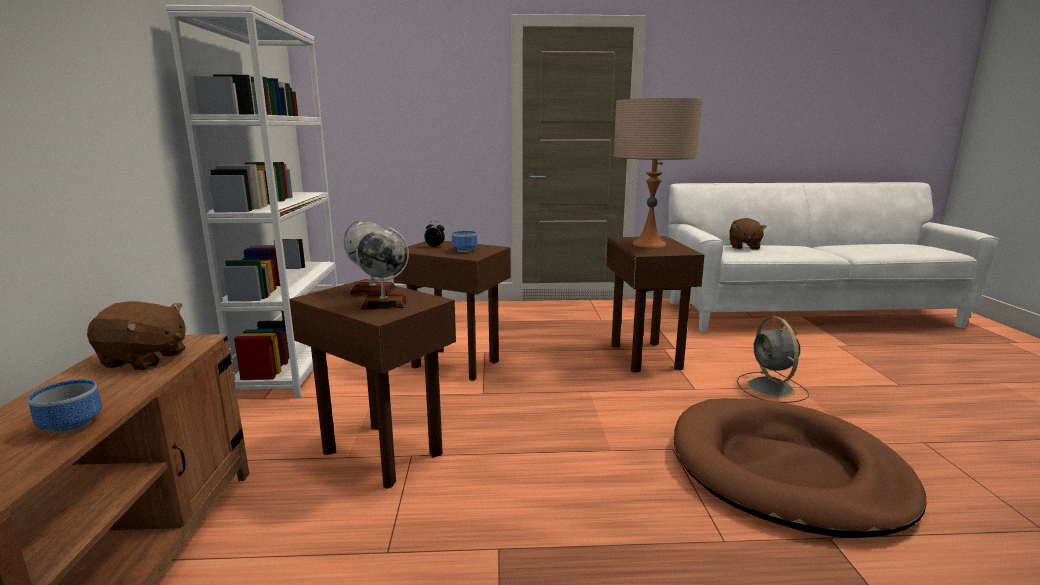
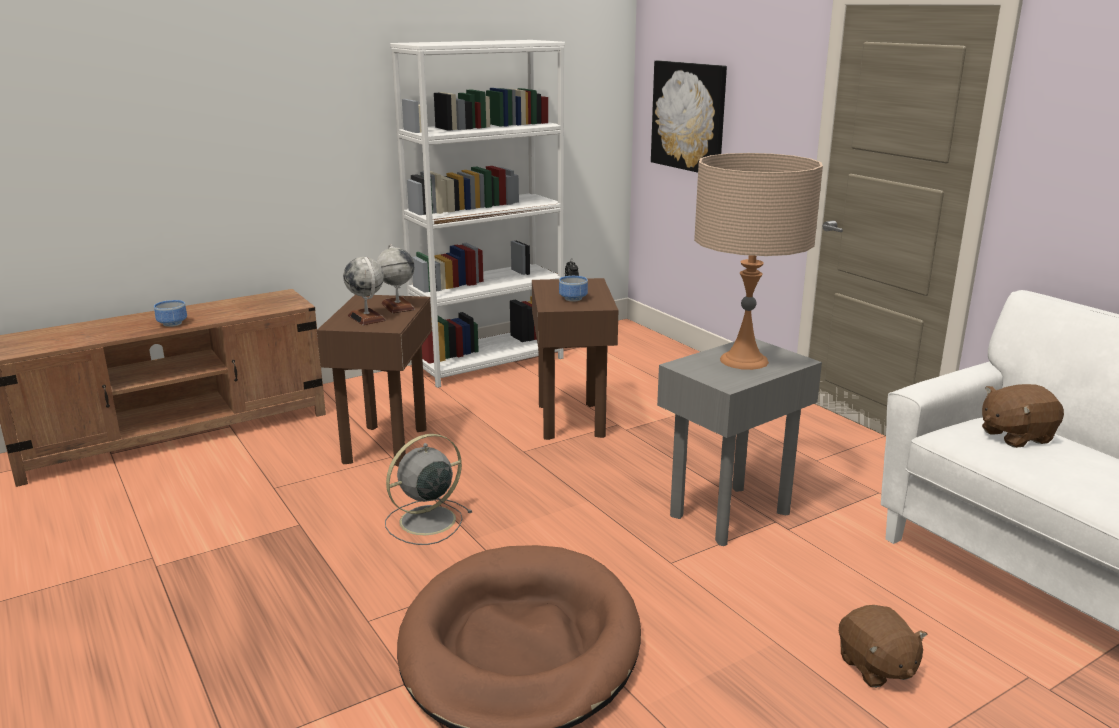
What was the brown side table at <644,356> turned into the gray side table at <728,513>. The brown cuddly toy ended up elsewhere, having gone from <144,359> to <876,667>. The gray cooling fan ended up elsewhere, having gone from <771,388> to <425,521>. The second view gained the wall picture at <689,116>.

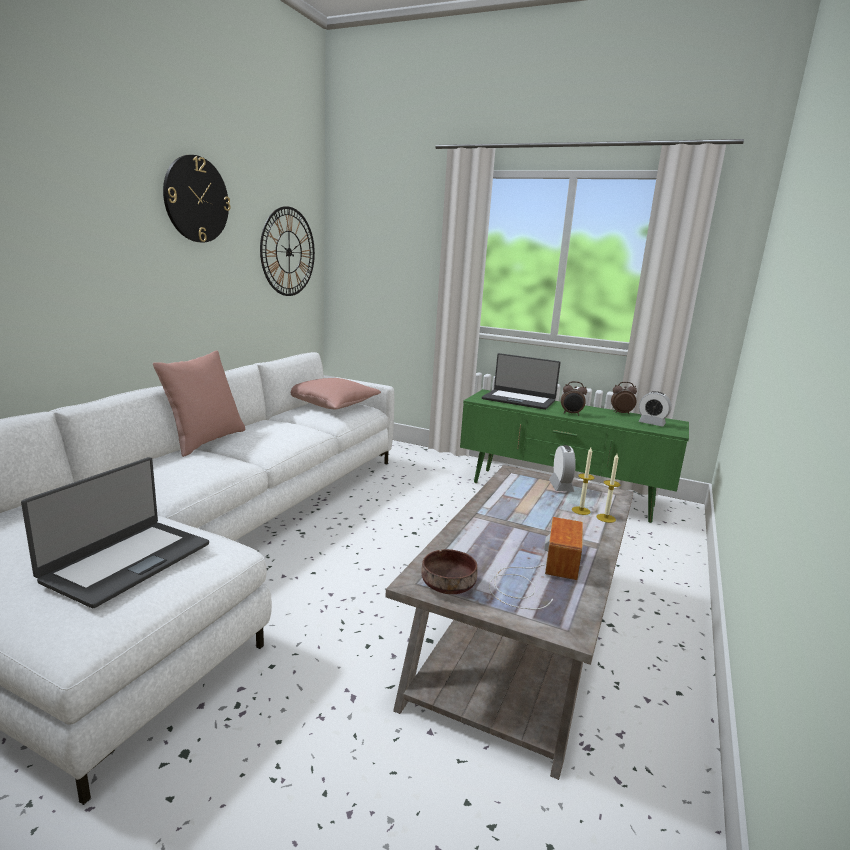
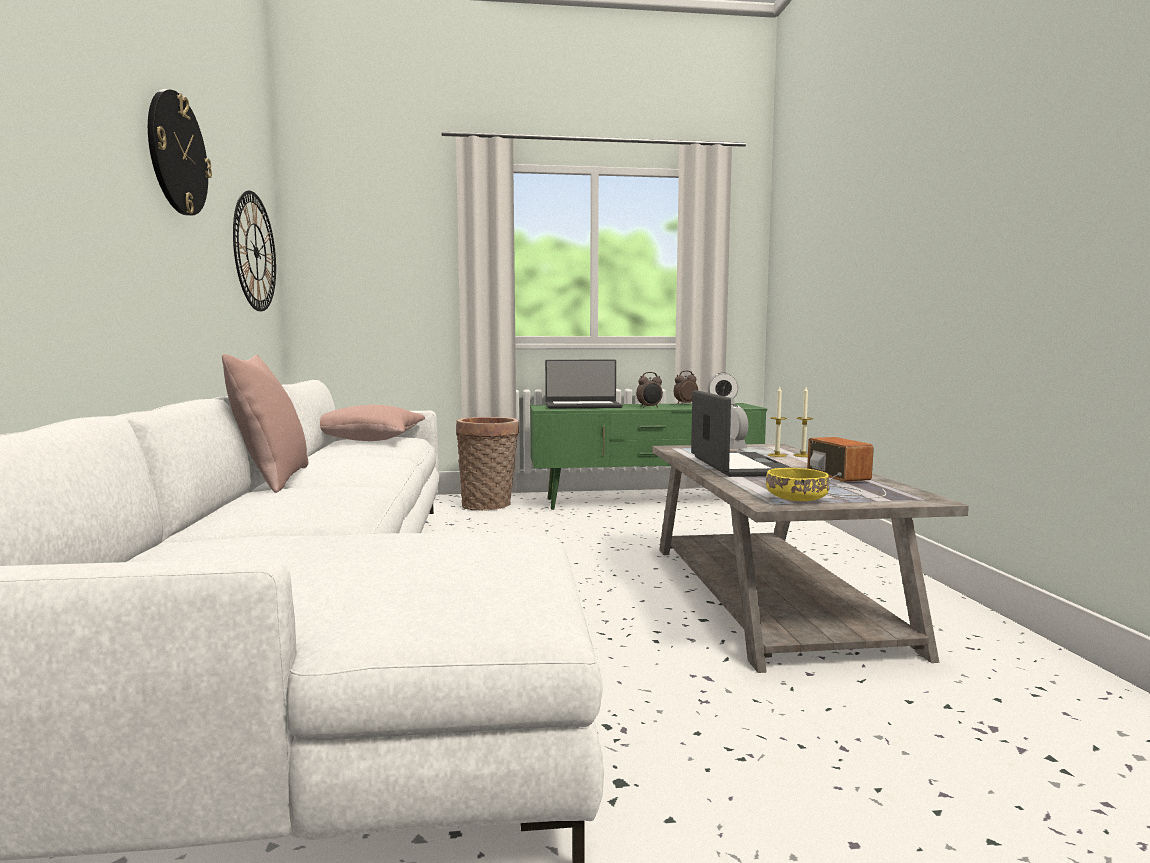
The portable computer ended up elsewhere, having gone from <126,561> to <739,465>. What was the brown bowl at <448,586> turned into the yellow bowl at <797,500>. The second view gained the basket at <489,505>.

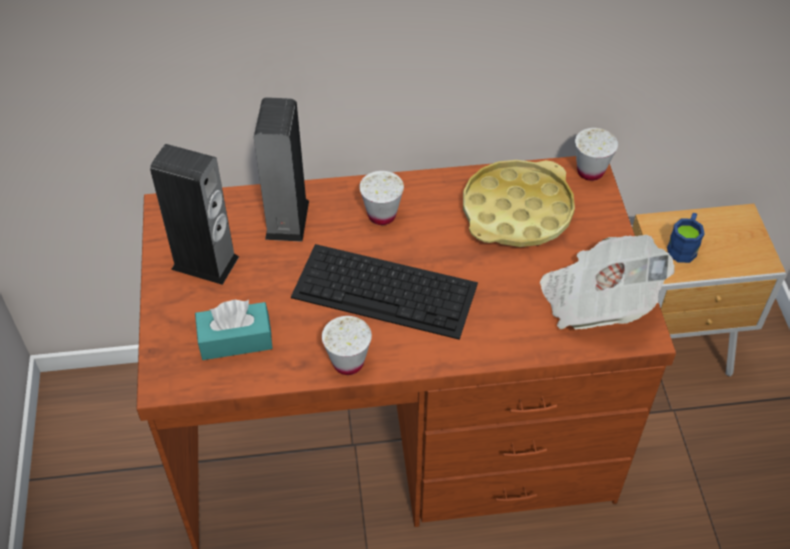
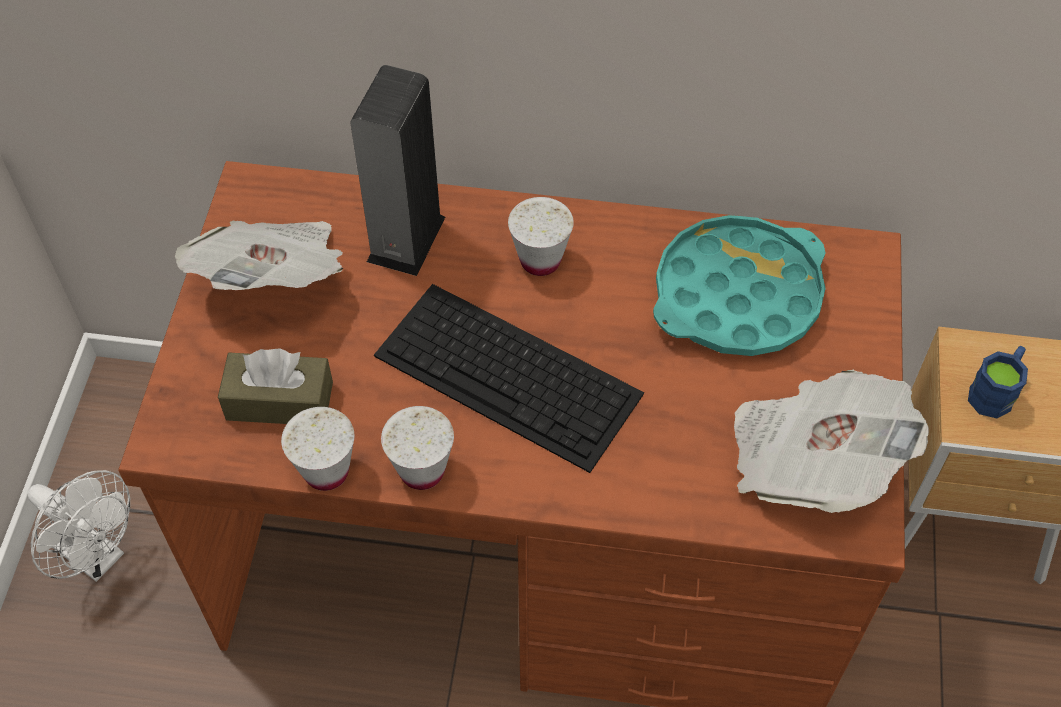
The white small cup ended up elsewhere, having gone from <590,171> to <326,471>. Where the audio speaker stood at <205,263>, the printed paper came to stand at <274,278>. What was the yellow tray at <516,211> turned into the blue-green tray at <737,295>. What was the blue-green tissue box at <235,340> turned into the brown tissue box at <279,401>. The second view gained the white cooling fan at <97,556>.

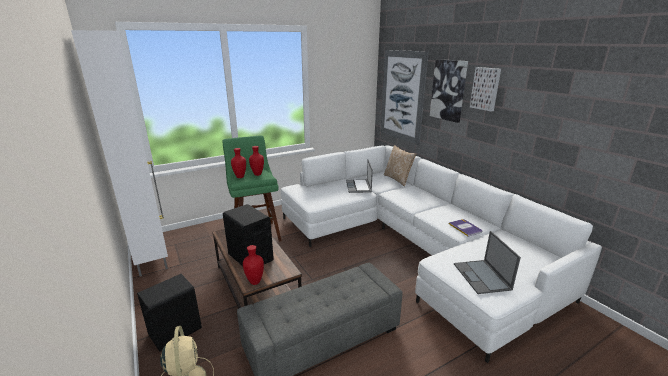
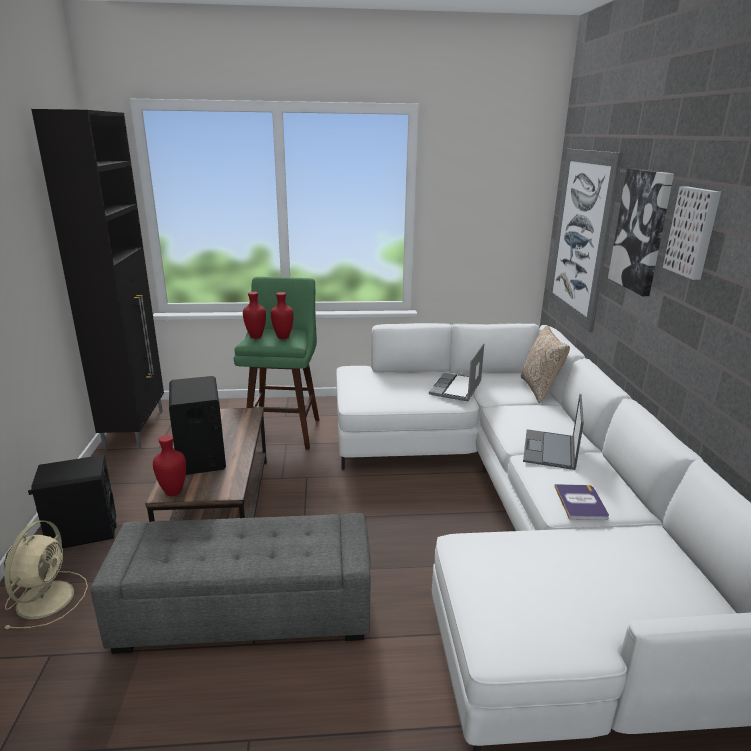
What was the white cabinet at <152,256> turned into the black cabinet at <136,428>. The portable computer ended up elsewhere, having gone from <482,277> to <550,450>.

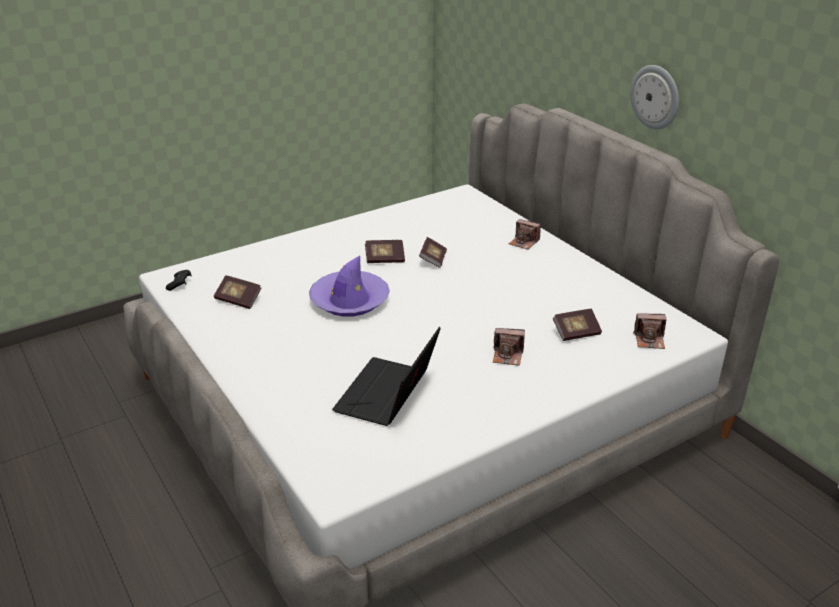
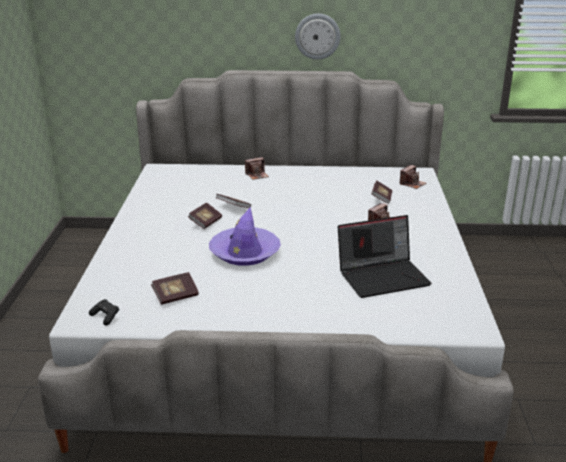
The portable computer at <388,395> ended up facing another way, 75 degrees counterclockwise from before.

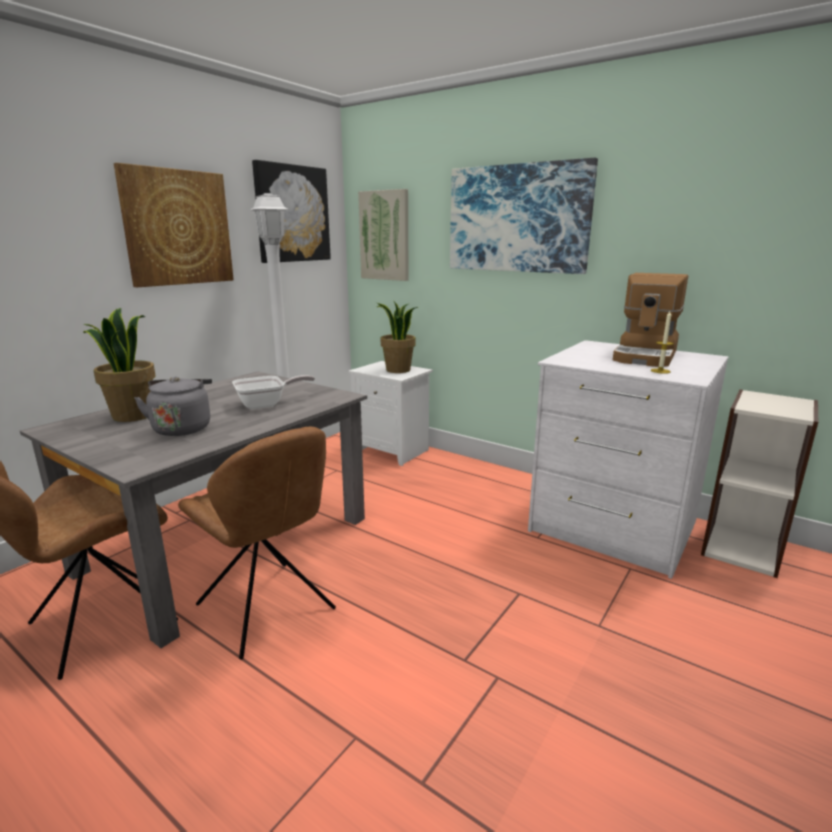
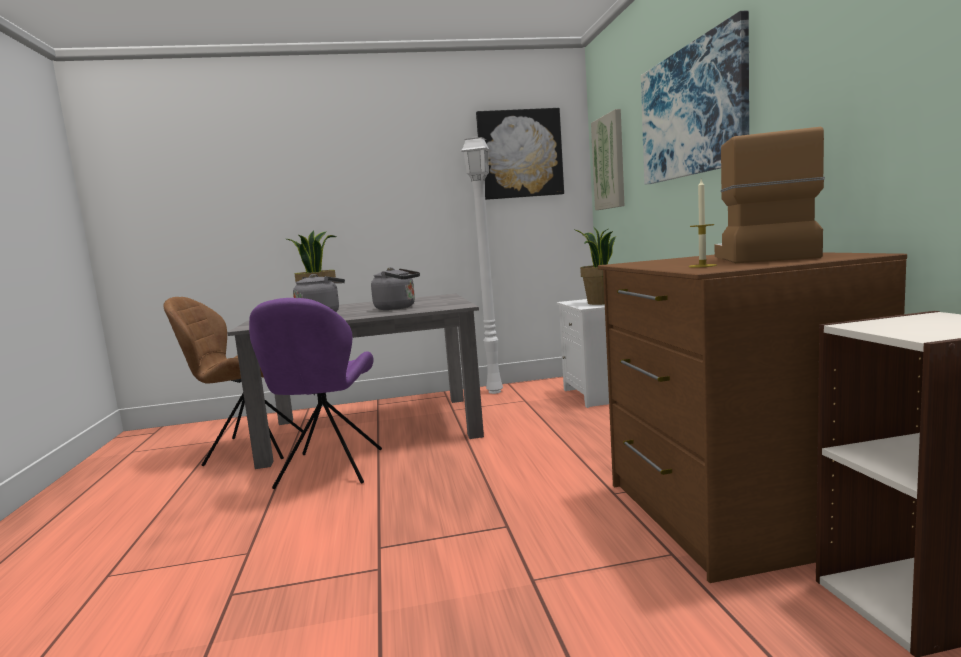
The second view lost the wall picture at <178,228>. The coffee brewer at <646,356> ended up facing another way, 120 degrees clockwise from before. What was the white drawer chest at <612,527> turned into the brown drawer chest at <730,513>. Where the pan stood at <266,404>, the gray kettle came to stand at <398,308>. What was the brown plain chair at <268,609> turned into the purple-coloured plain chair at <329,470>.

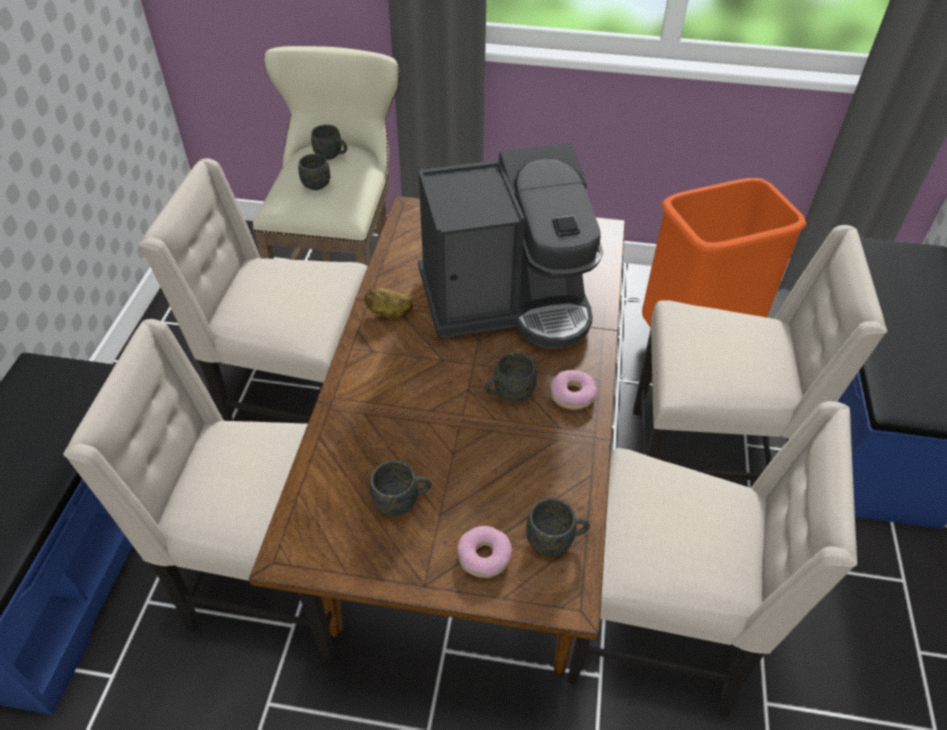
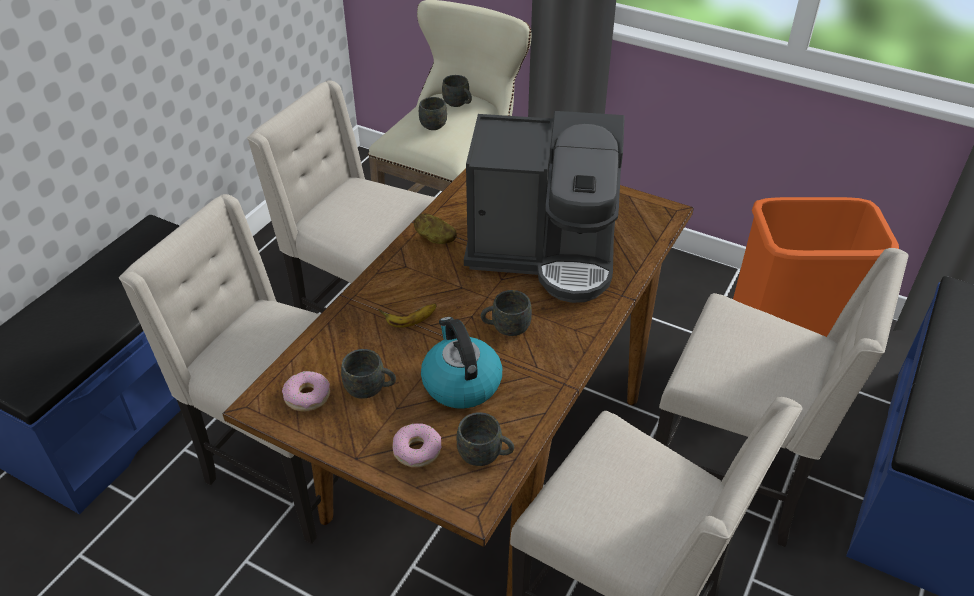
The ring doughnut ended up elsewhere, having gone from <572,394> to <307,396>. The second view gained the banana at <410,322>. The second view gained the kettle at <460,383>.

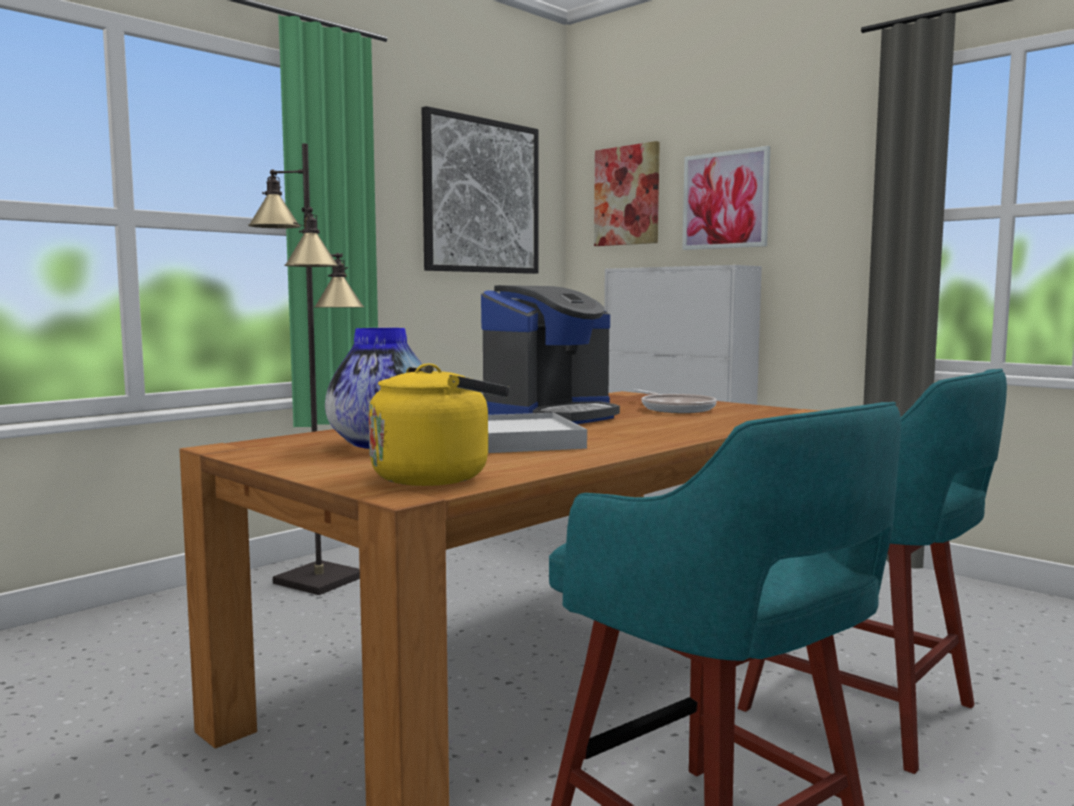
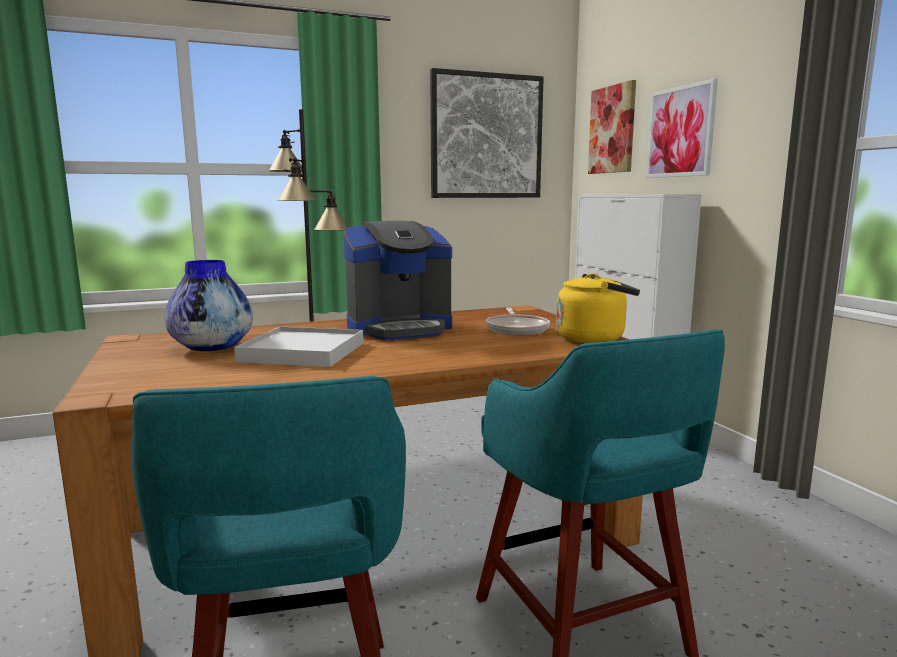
The yellow kettle ended up elsewhere, having gone from <437,477> to <594,338>.

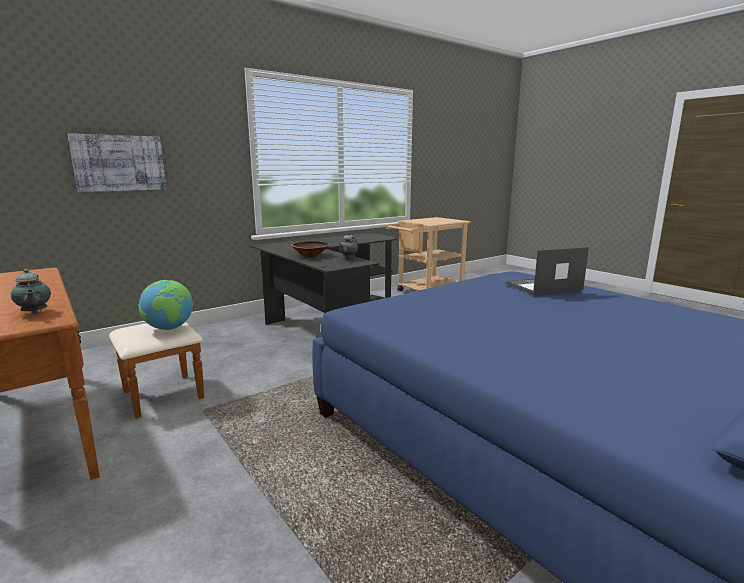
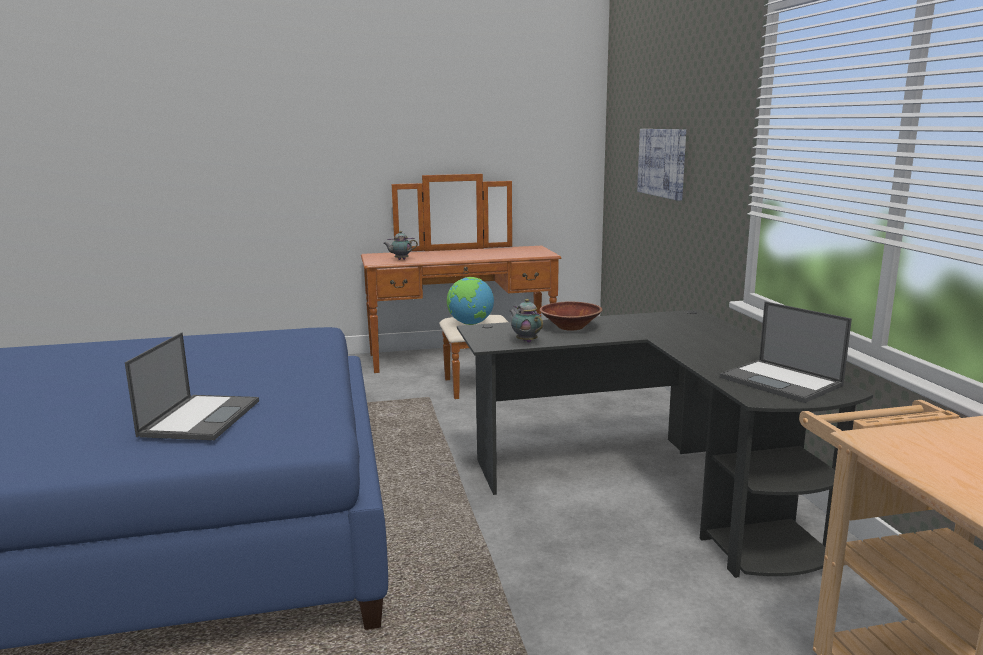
The second view gained the portable computer at <782,382>.

